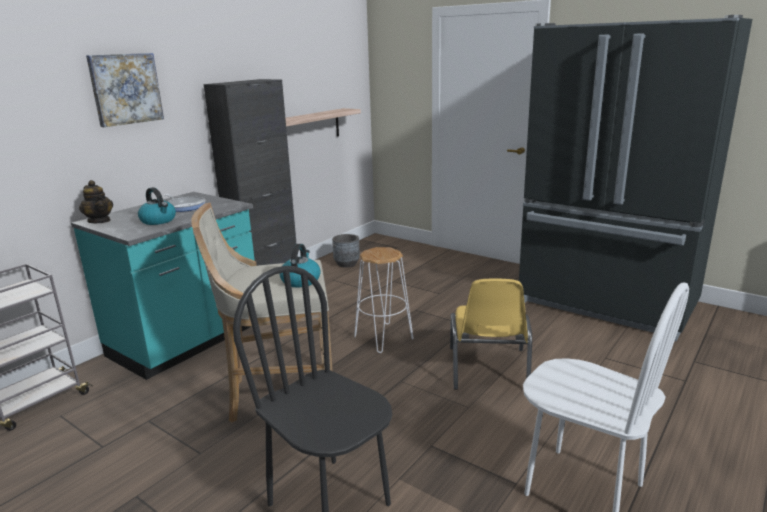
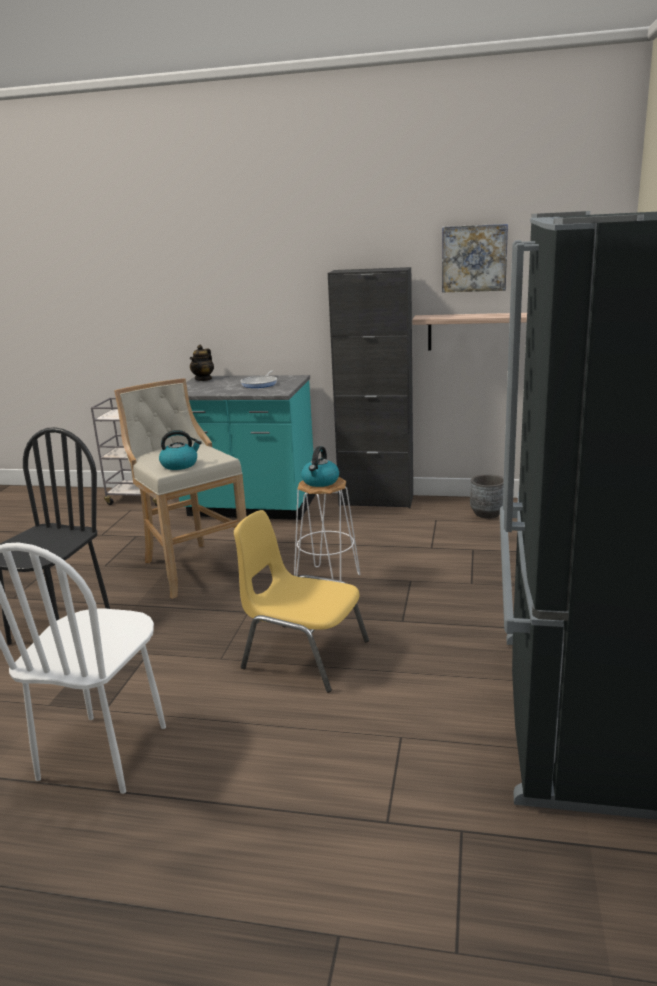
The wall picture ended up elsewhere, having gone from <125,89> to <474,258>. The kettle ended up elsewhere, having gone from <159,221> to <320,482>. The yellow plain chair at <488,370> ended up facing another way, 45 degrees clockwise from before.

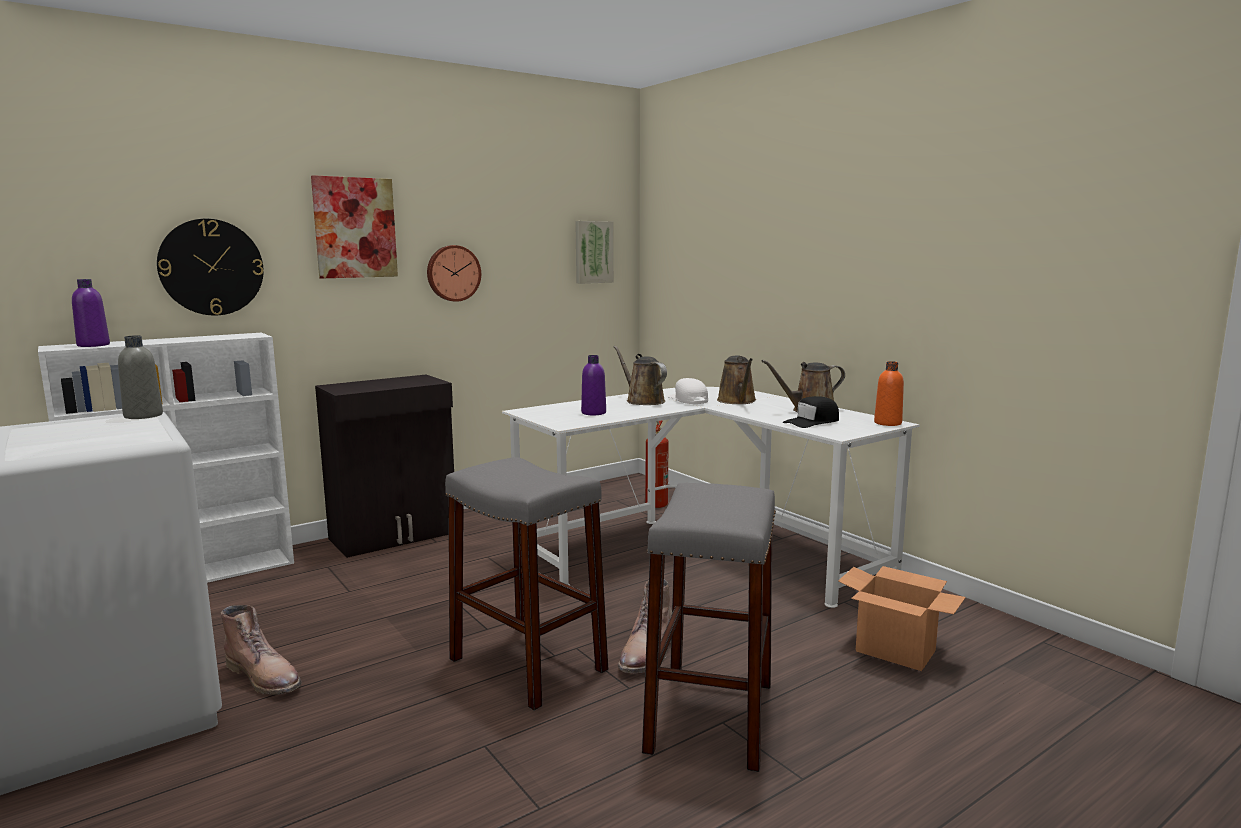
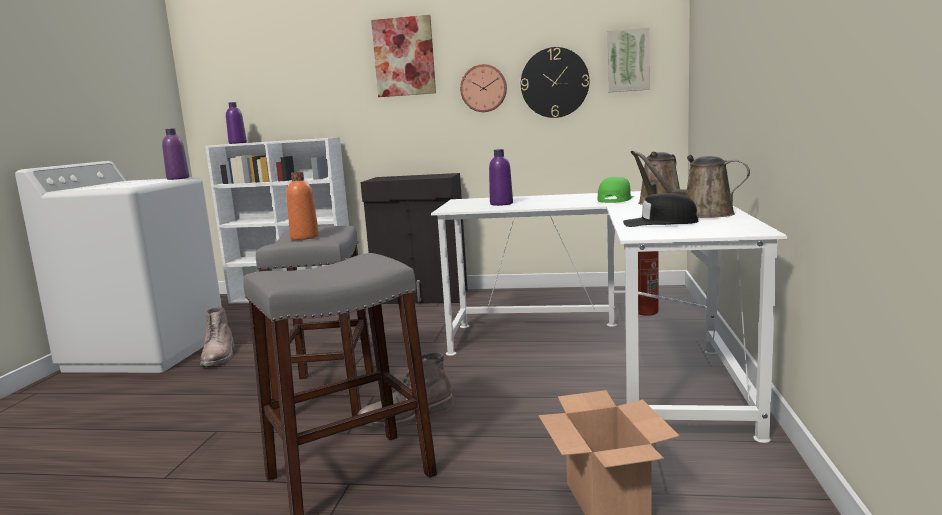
The clock on the wall ended up elsewhere, having gone from <211,267> to <554,83>. What was the gray bottle at <143,416> turned into the purple-coloured bottle at <178,178>. The second view lost the brown watering pot at <642,401>. The orange-coloured bottle ended up elsewhere, having gone from <887,423> to <304,237>. What was the white cap at <688,400> turned into the green cap at <615,199>.

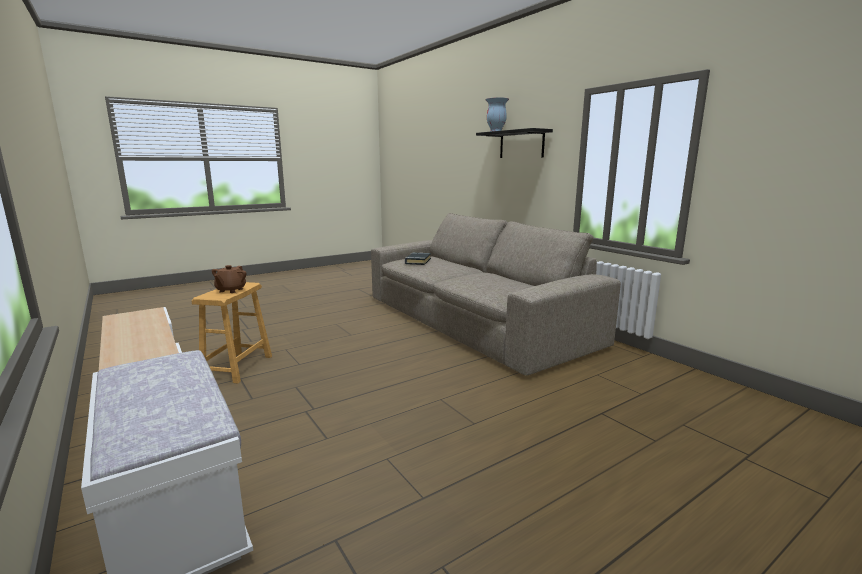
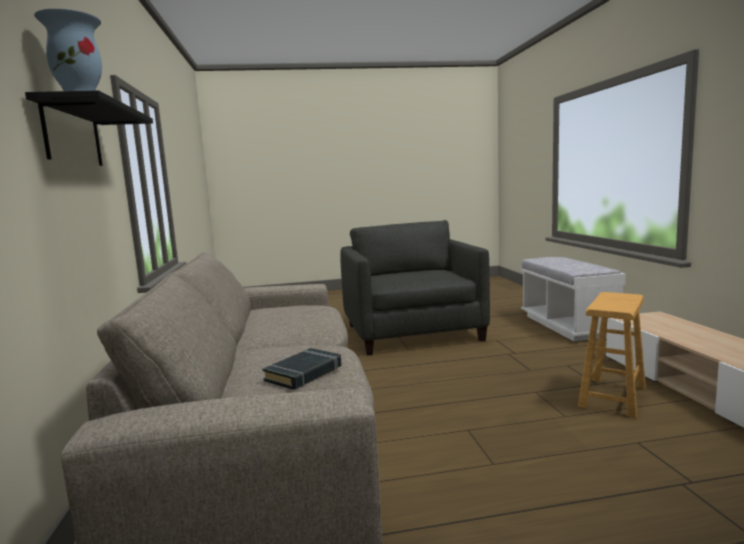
The second view lost the brown pot for tea at <231,290>. The second view gained the gray armchair at <413,333>.

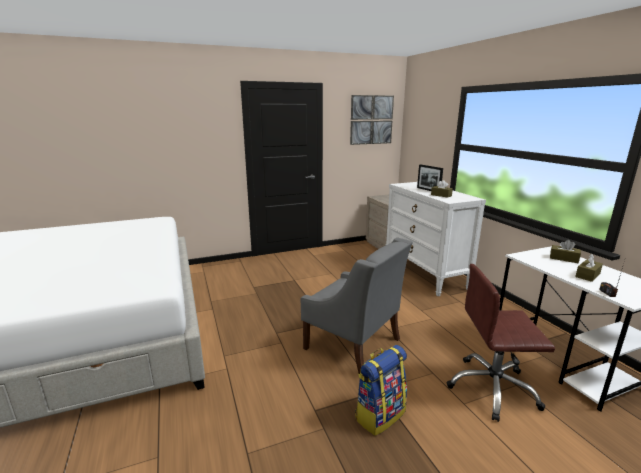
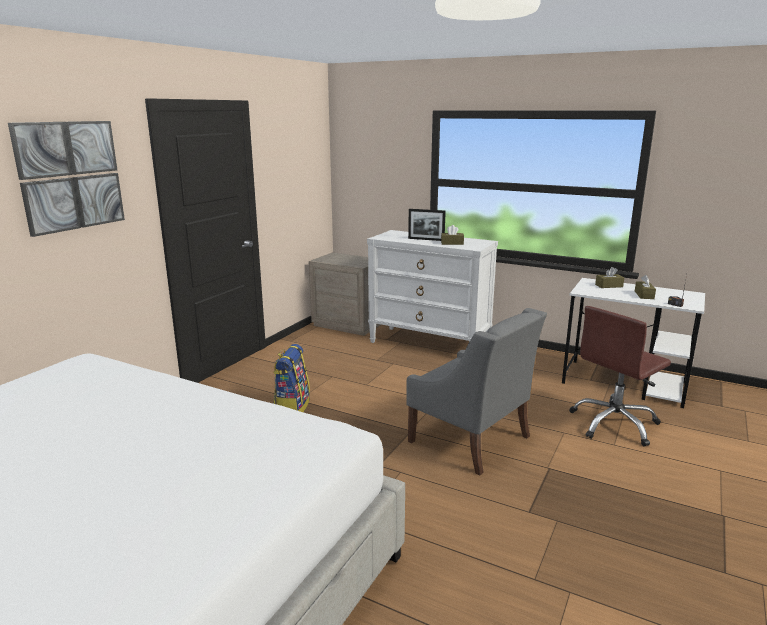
The wall picture ended up elsewhere, having gone from <371,120> to <70,176>. The gray armchair at <353,344> ended up facing another way, 45 degrees clockwise from before. The rucksack ended up elsewhere, having gone from <379,414> to <291,408>.

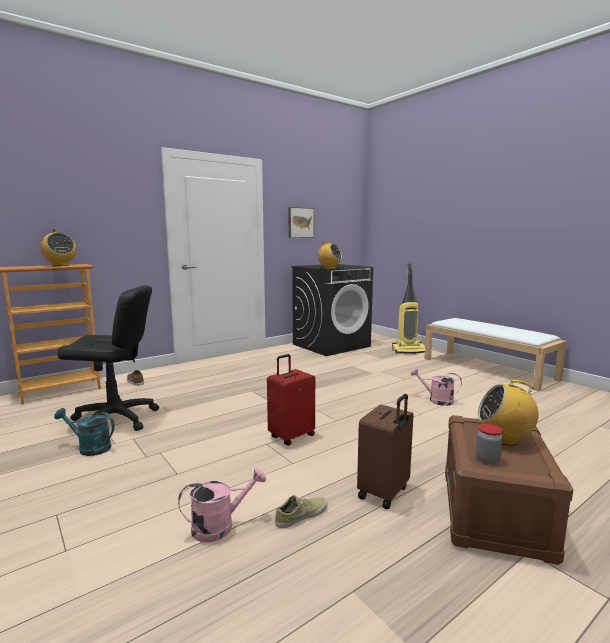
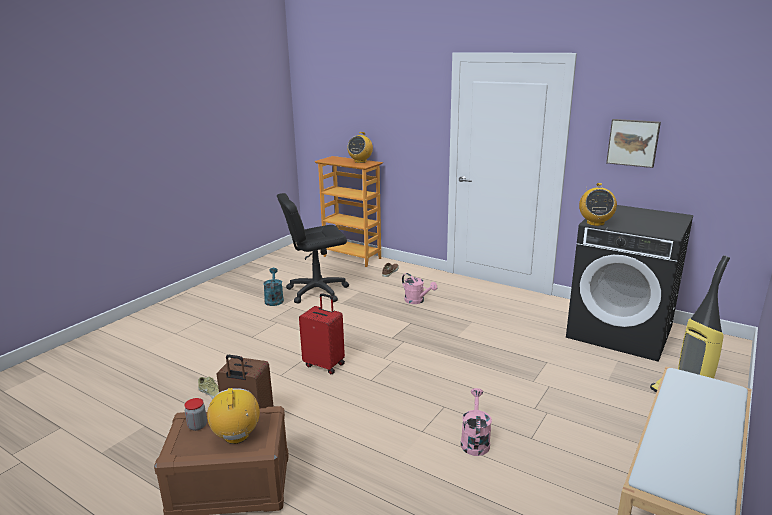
The black computer chair at <115,419> ended up facing another way, 90 degrees clockwise from before. The pink-coloured watering pot ended up elsewhere, having gone from <220,526> to <417,301>.

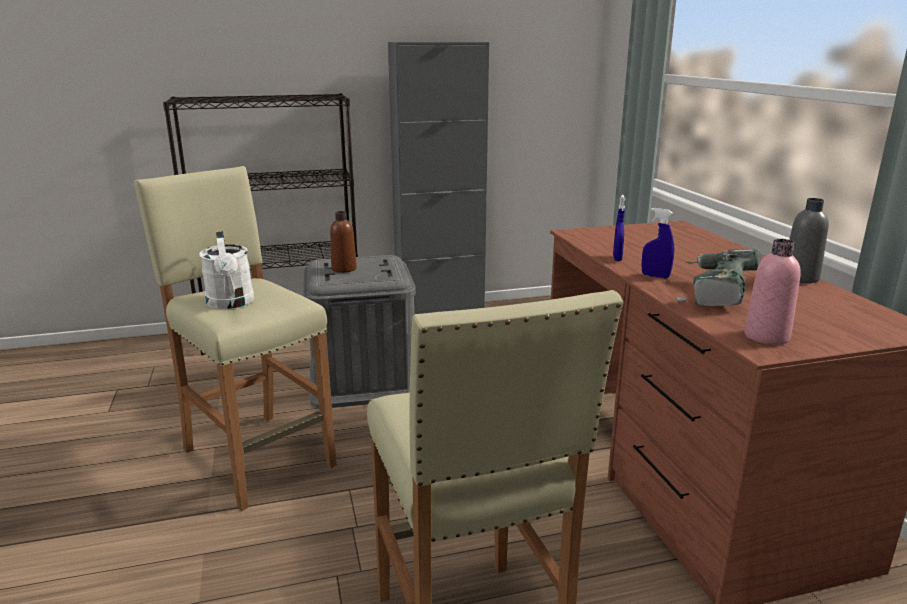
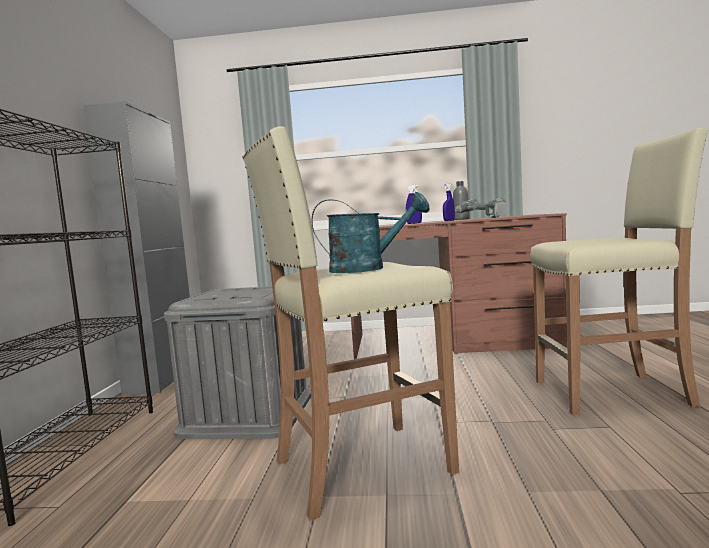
The second view lost the brown bottle at <344,269>. What was the white watering pot at <231,303> turned into the blue-green watering pot at <367,269>. The second view lost the pink-coloured bottle at <766,336>.

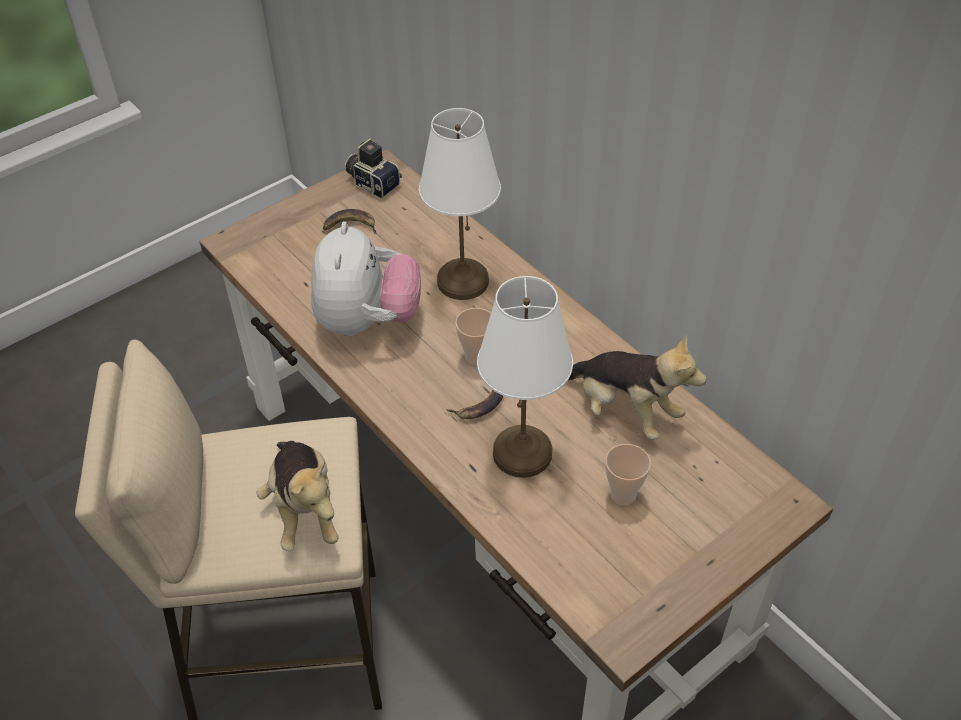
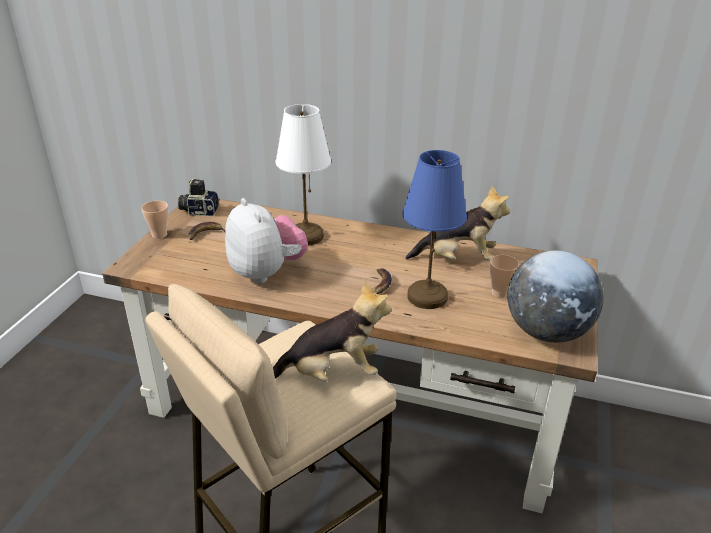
What was the white table lamp at <522,452> turned into the blue-coloured table lamp at <426,296>. The small cup ended up elsewhere, having gone from <476,357> to <159,235>. The cuddly toy at <304,509> ended up facing another way, 45 degrees counterclockwise from before. The second view gained the world globe at <546,332>.

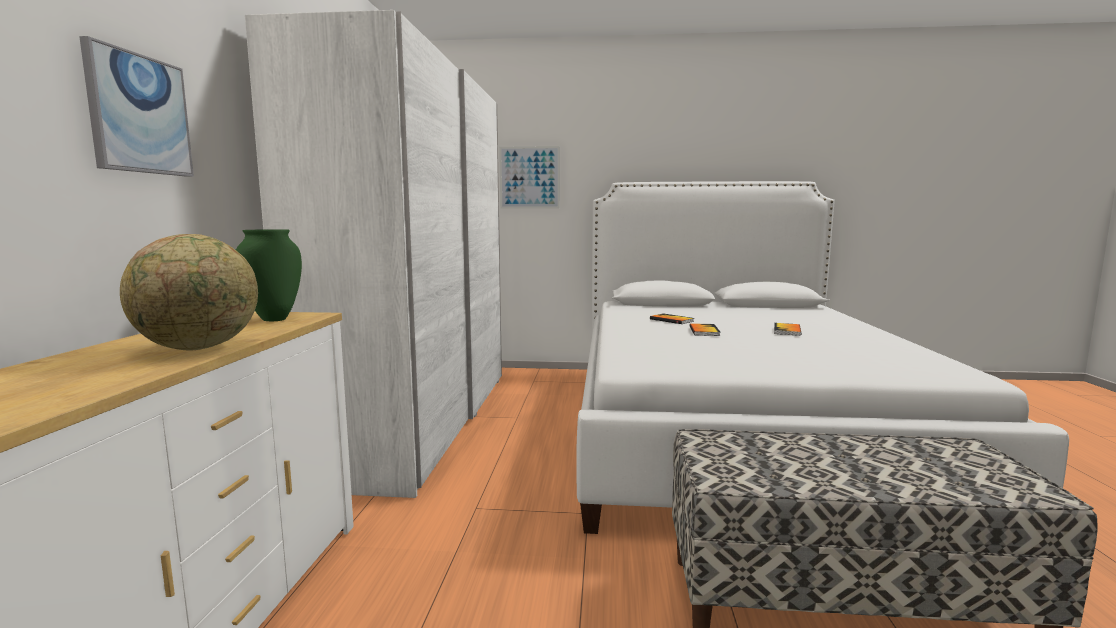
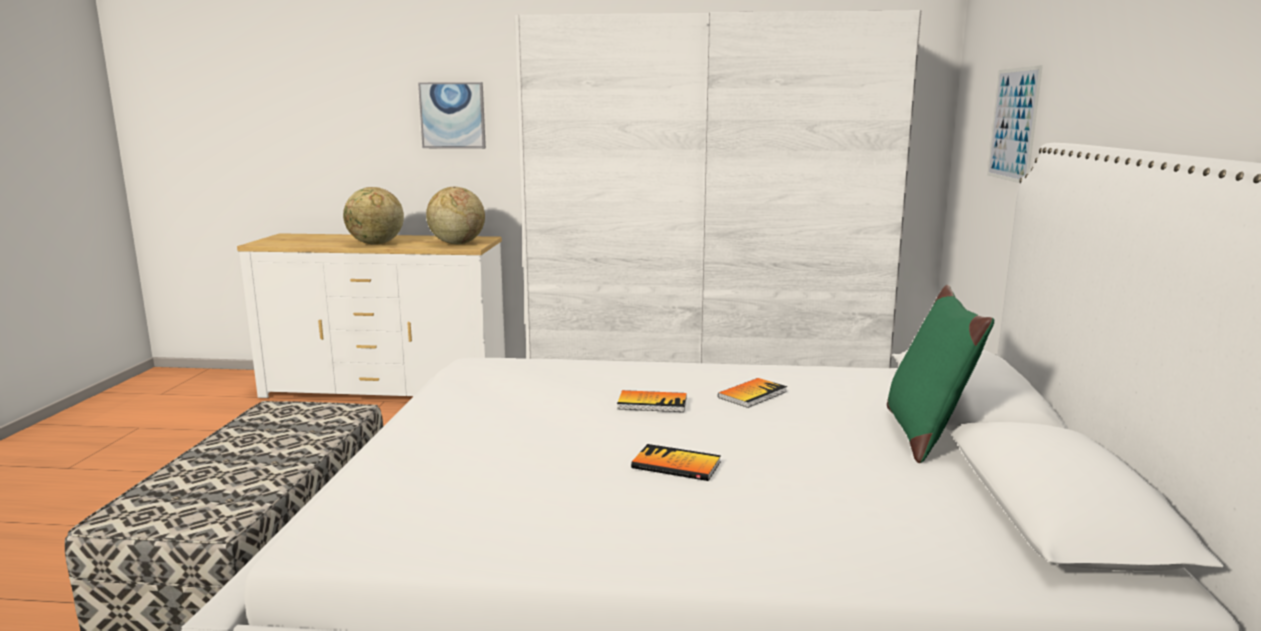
Where the green decorative vase stood at <274,319>, the world globe came to stand at <456,244>. The second view gained the green pillow at <925,434>.

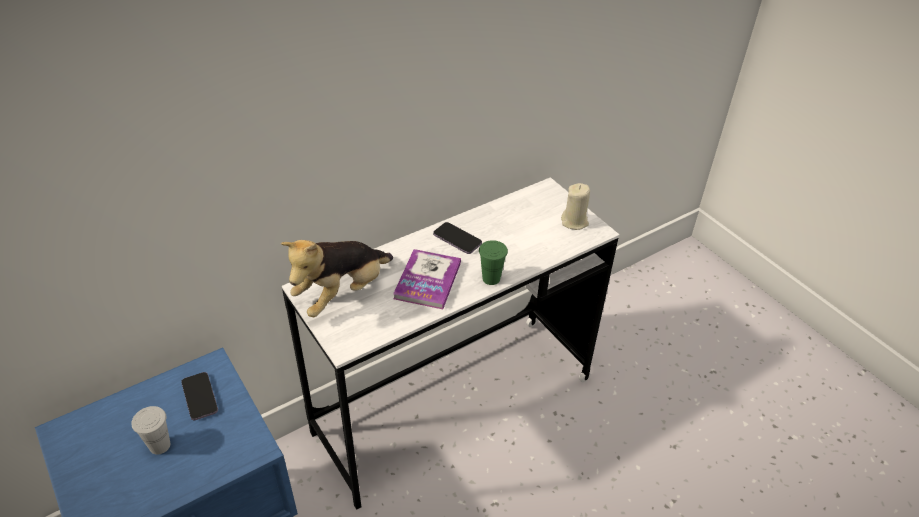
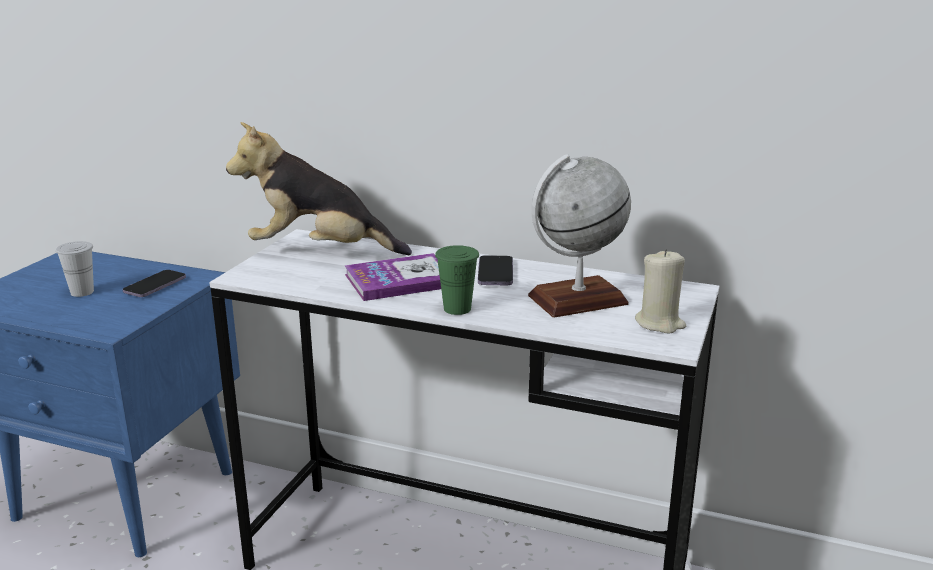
The second view gained the world globe at <577,300>.

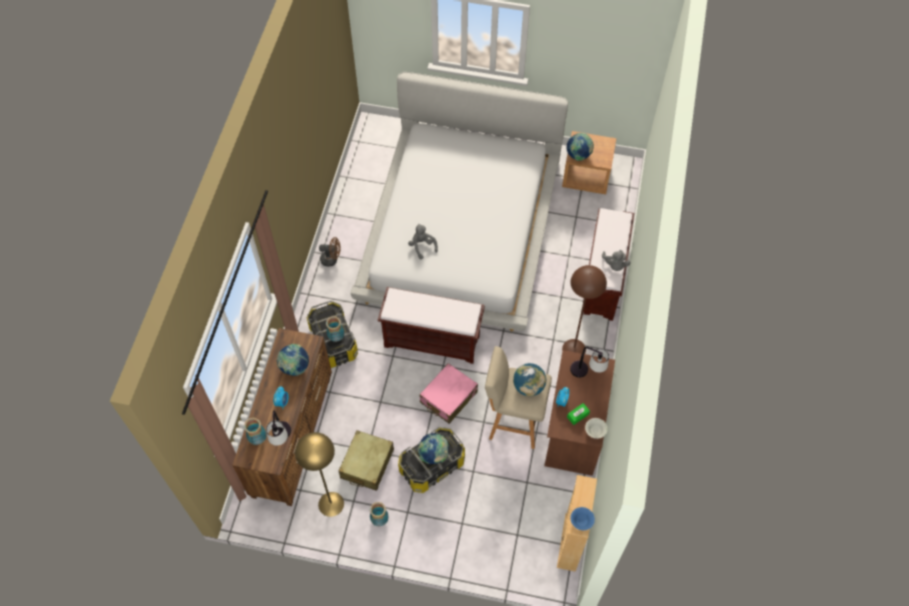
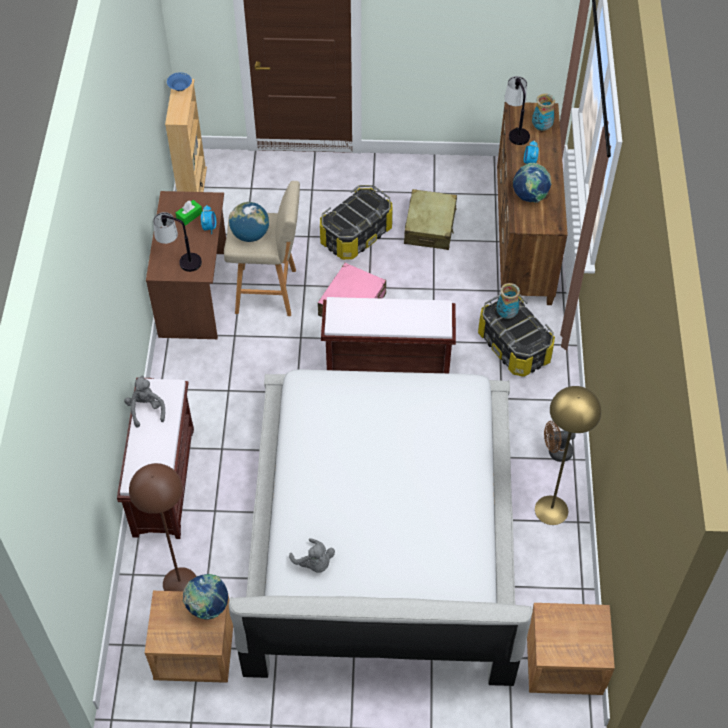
The gray cuddly toy ended up elsewhere, having gone from <422,246> to <314,563>. The brown standing lamp ended up elsewhere, having gone from <574,349> to <179,583>. The second view lost the white bowl at <595,431>. The yellow standing lamp ended up elsewhere, having gone from <331,504> to <551,510>. The second view lost the world globe at <433,455>. The second view lost the decorative vase at <380,520>. The second view gained the brown bedside table at <563,664>.

